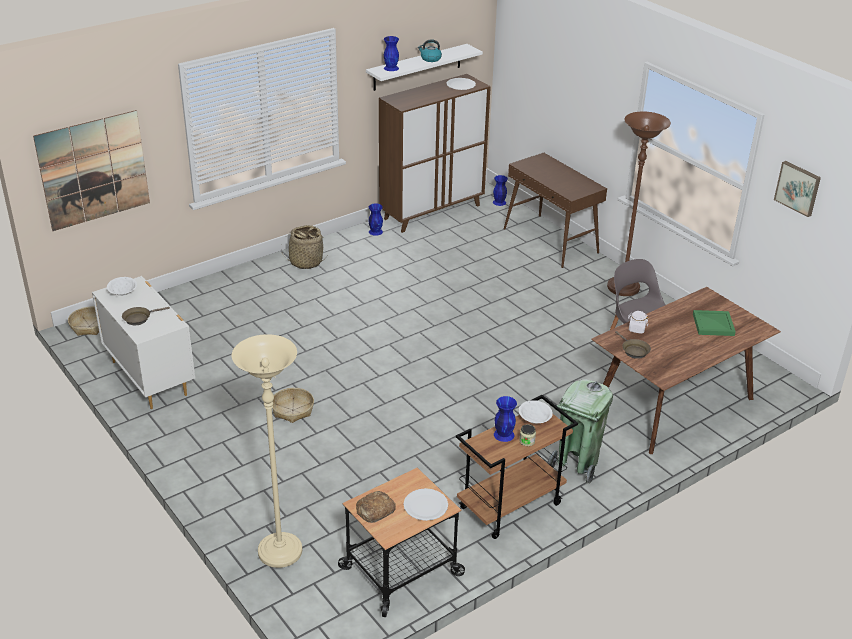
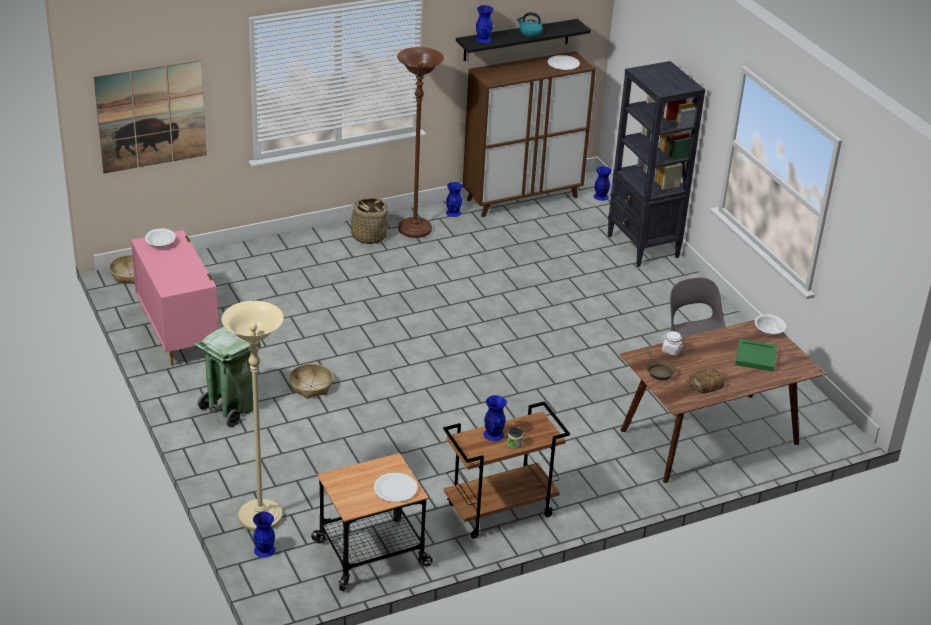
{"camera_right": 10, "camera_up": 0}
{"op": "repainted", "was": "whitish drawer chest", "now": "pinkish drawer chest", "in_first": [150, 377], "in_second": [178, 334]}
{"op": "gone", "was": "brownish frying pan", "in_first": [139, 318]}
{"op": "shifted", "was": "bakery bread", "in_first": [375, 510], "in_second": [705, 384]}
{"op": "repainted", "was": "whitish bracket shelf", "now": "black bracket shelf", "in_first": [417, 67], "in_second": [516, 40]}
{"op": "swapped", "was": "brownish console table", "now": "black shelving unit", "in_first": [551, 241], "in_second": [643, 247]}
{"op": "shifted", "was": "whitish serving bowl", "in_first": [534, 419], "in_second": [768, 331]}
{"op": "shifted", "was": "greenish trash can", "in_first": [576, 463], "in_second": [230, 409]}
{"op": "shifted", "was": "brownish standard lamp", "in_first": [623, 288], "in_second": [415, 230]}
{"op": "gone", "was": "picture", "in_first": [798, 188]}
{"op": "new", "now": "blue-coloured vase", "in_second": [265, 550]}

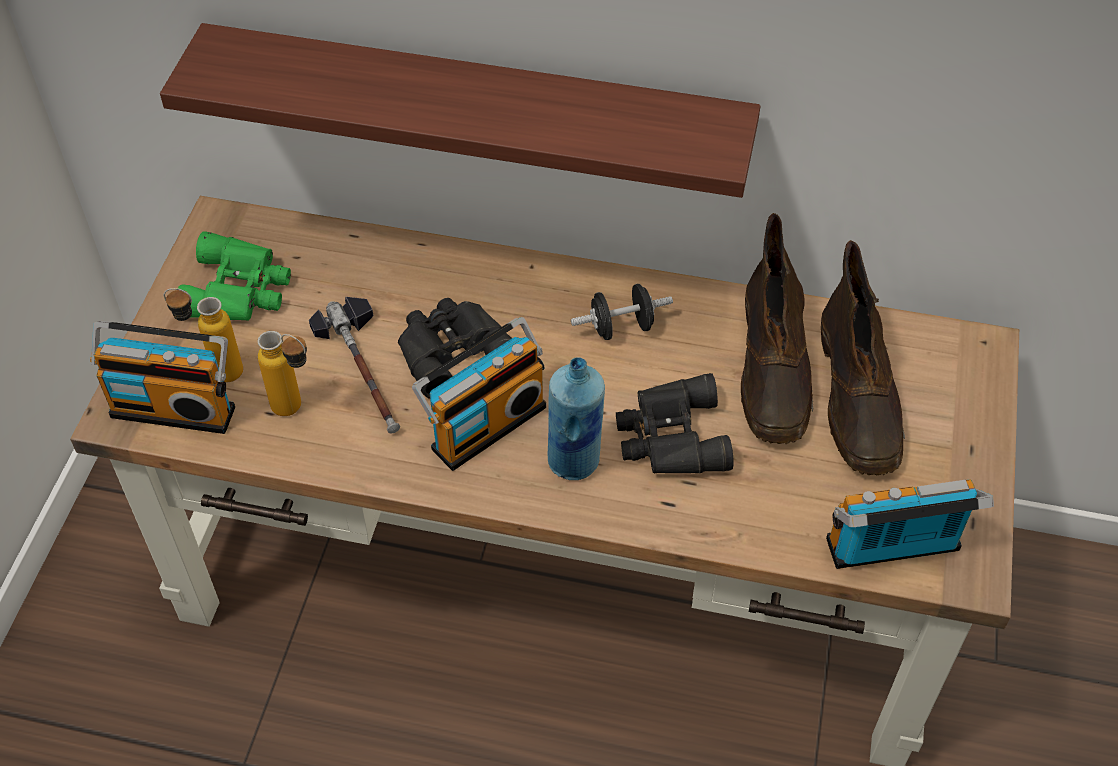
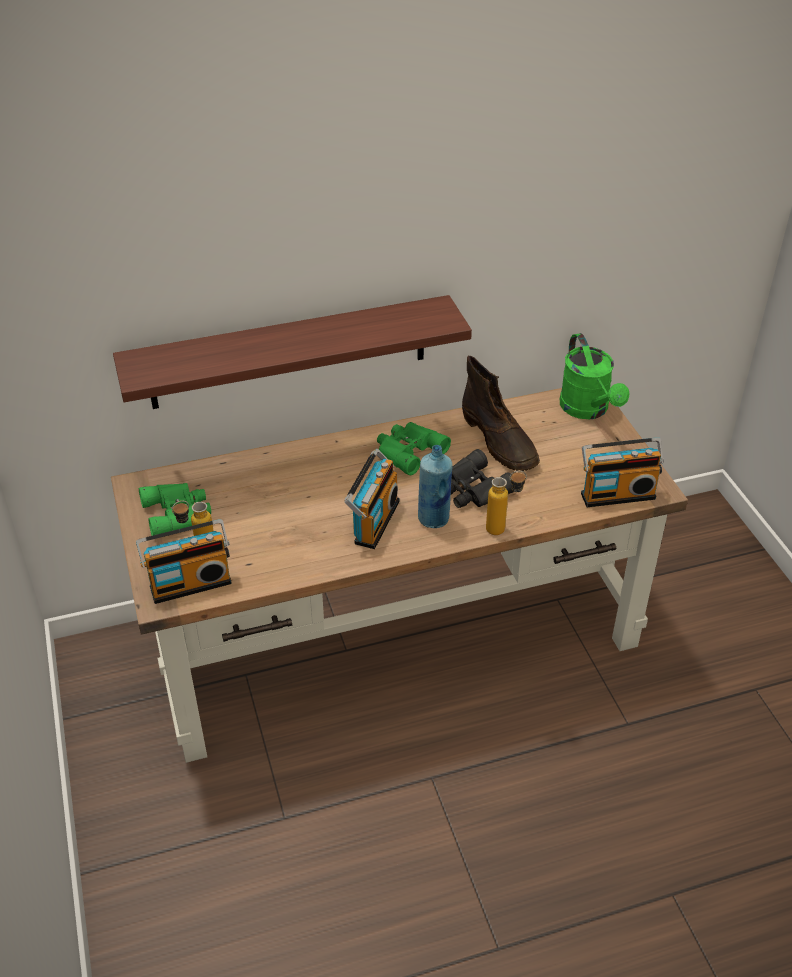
{"camera_right": -30, "camera_up": -10}
{"op": "shifted", "was": "bottle", "in_first": [297, 410], "in_second": [503, 529]}
{"op": "gone", "was": "hammer", "in_first": [365, 370]}
{"op": "gone", "was": "black binoculars", "in_first": [451, 349]}
{"op": "swapped", "was": "black free weight", "now": "greenish binoculars", "in_first": [621, 327], "in_second": [407, 451]}
{"op": "gone", "was": "brownish tall boot", "in_first": [858, 399]}
{"op": "rotated", "was": "radio set", "in_first": [894, 550], "in_second": [617, 494], "clockwise": -150}
{"op": "new", "now": "greenish watering pot", "in_second": [588, 410]}

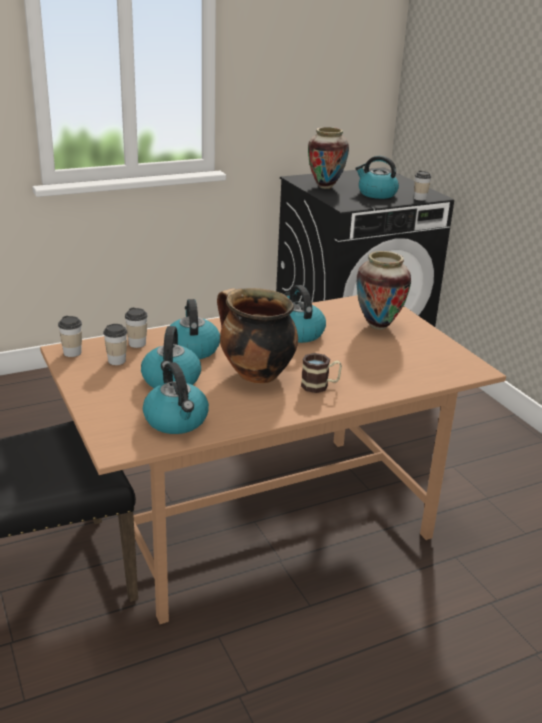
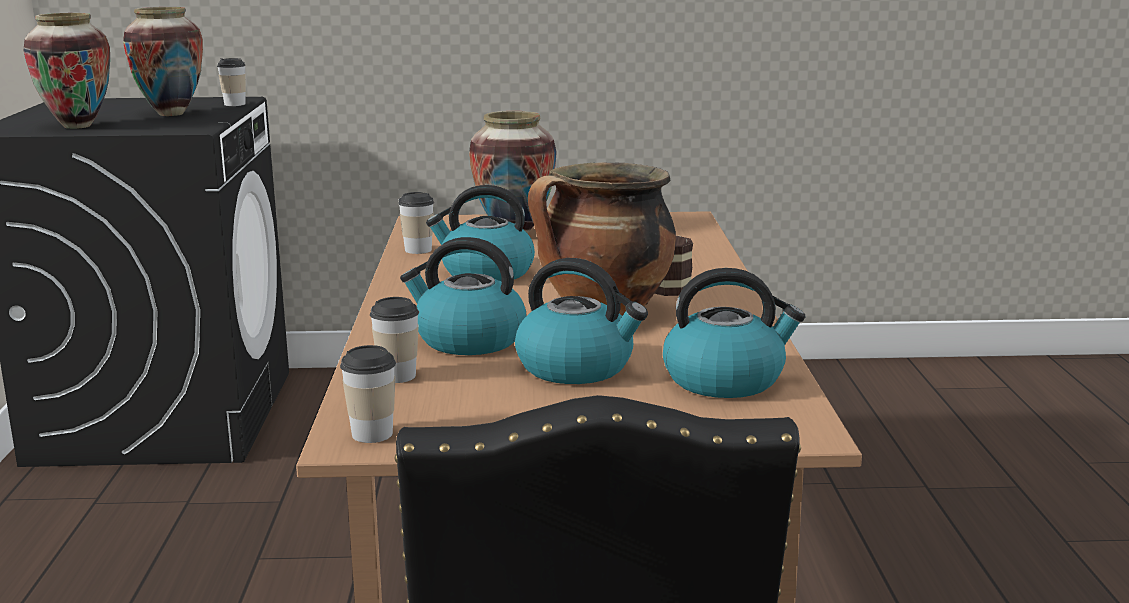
{"camera_right": -65, "camera_up": -10}
{"op": "shifted", "was": "drinking cup", "in_first": [117, 361], "in_second": [418, 250]}
{"op": "swapped", "was": "tea kettle", "now": "vase", "in_first": [376, 194], "in_second": [171, 114]}

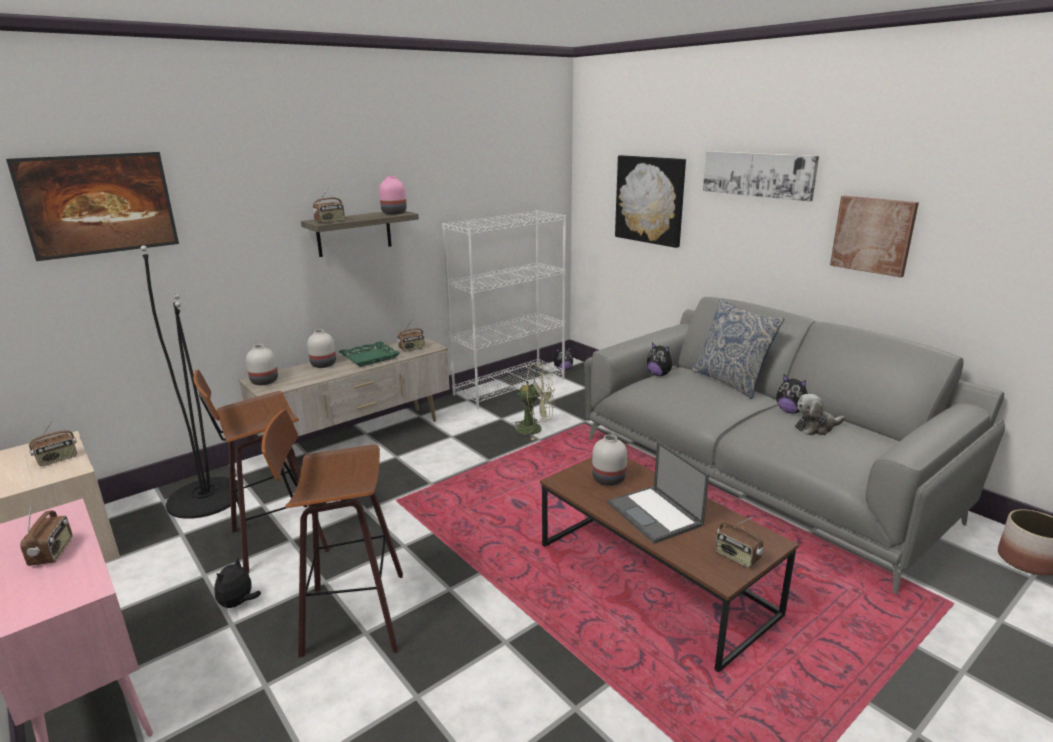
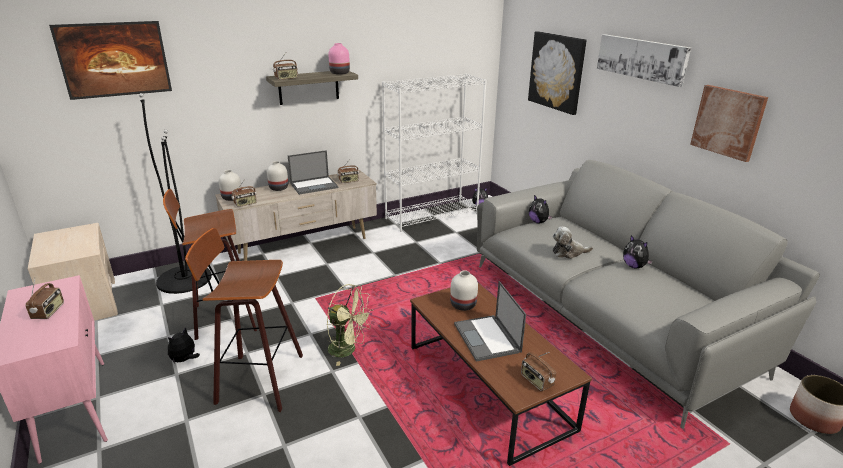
{"camera_right": 10, "camera_up": 5}
{"op": "shifted", "was": "radio set", "in_first": [57, 459], "in_second": [245, 204]}
{"op": "swapped", "was": "greenish tray", "now": "notebook computer", "in_first": [369, 357], "in_second": [314, 185]}
{"op": "shifted", "was": "greenish fan", "in_first": [535, 429], "in_second": [348, 350]}
{"op": "gone", "was": "throw pillow", "in_first": [731, 382]}
{"op": "shifted", "was": "plush toy", "in_first": [816, 427], "in_second": [568, 252]}

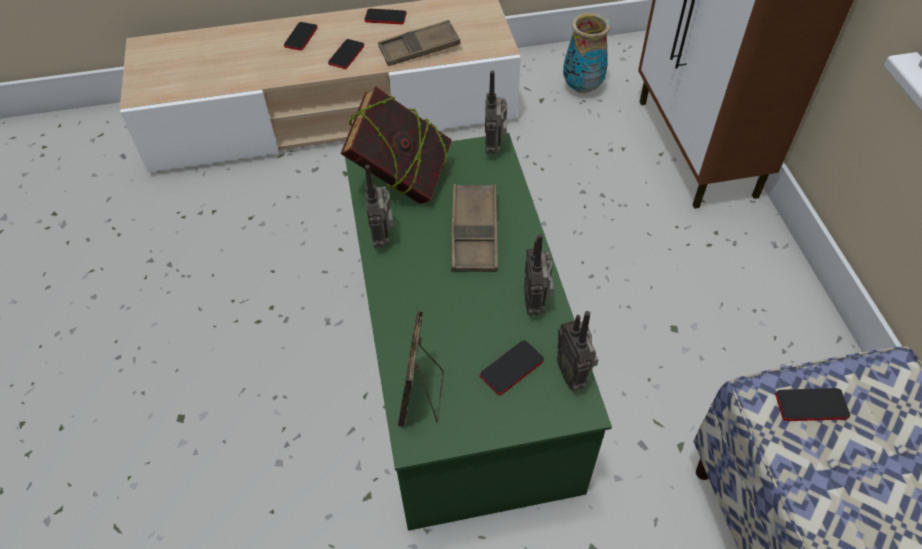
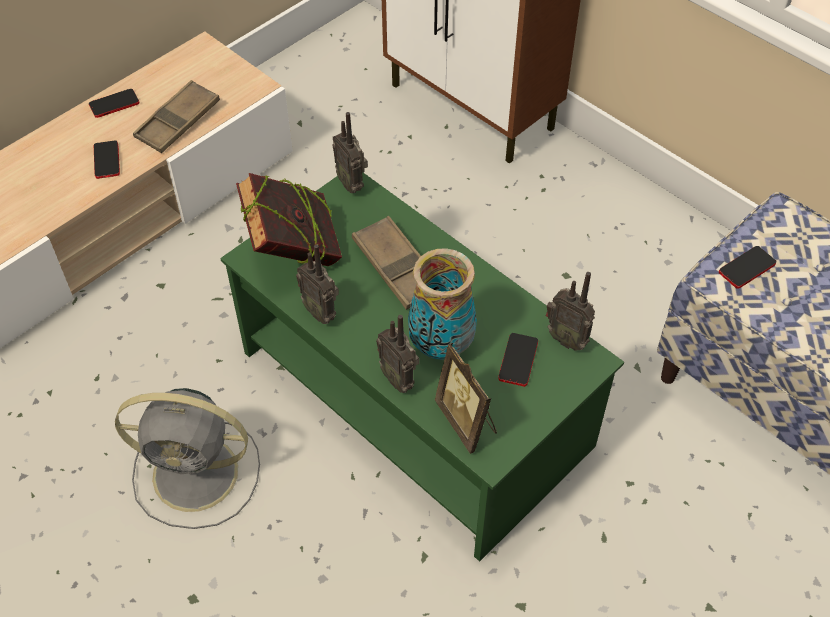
{"camera_right": -35, "camera_up": 0}
{"op": "gone", "was": "telephone", "in_first": [301, 37]}
{"op": "shifted", "was": "radio set", "in_first": [536, 303], "in_second": [399, 378]}
{"op": "shifted", "was": "vase", "in_first": [581, 87], "in_second": [440, 345]}
{"op": "new", "now": "gray fan", "in_second": [199, 474]}

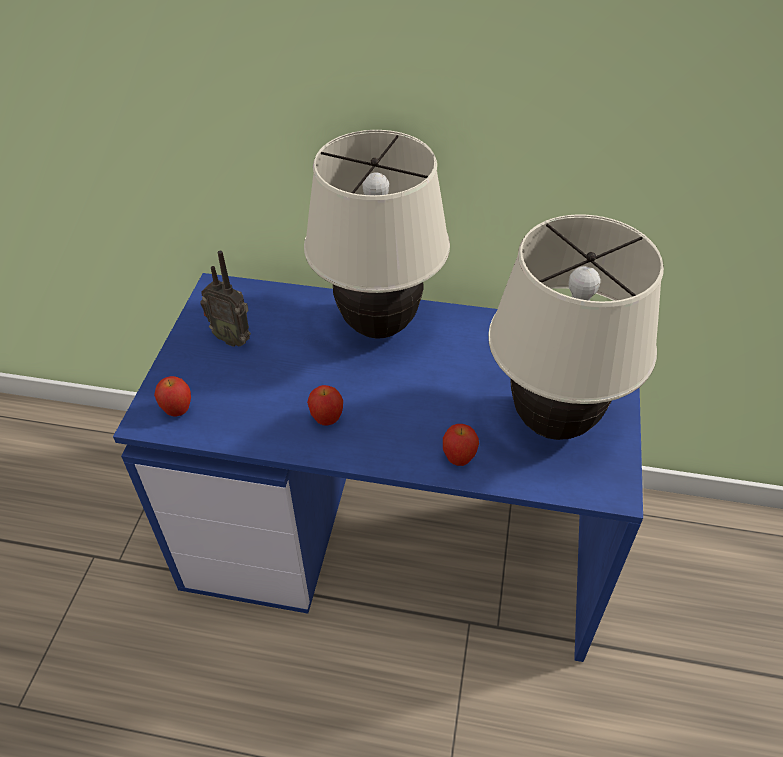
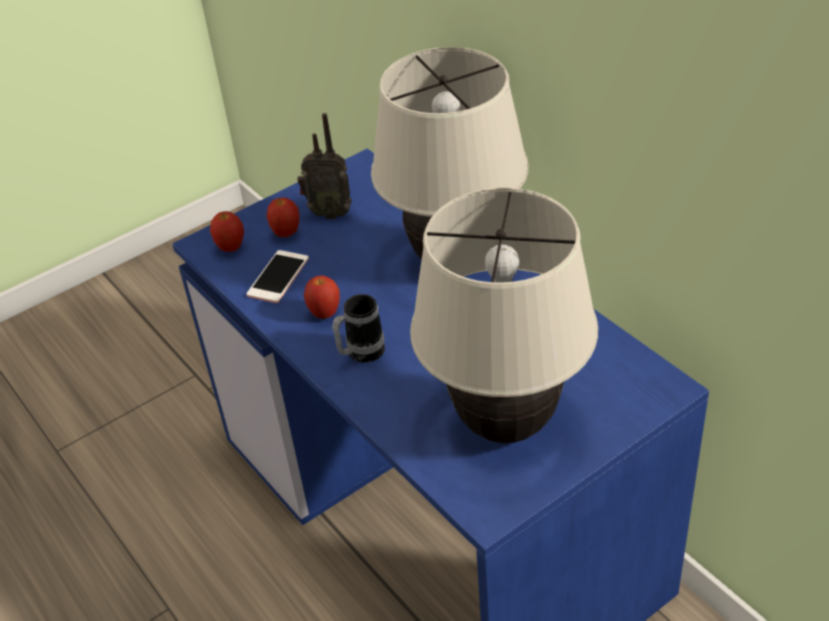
{"camera_right": 45, "camera_up": -5}
{"op": "rotated", "was": "radio set", "in_first": [233, 338], "in_second": [329, 213], "clockwise": -60}
{"op": "shifted", "was": "whole apple", "in_first": [459, 458], "in_second": [286, 234]}
{"op": "new", "now": "telephone", "in_second": [278, 277]}
{"op": "new", "now": "mug", "in_second": [360, 354]}

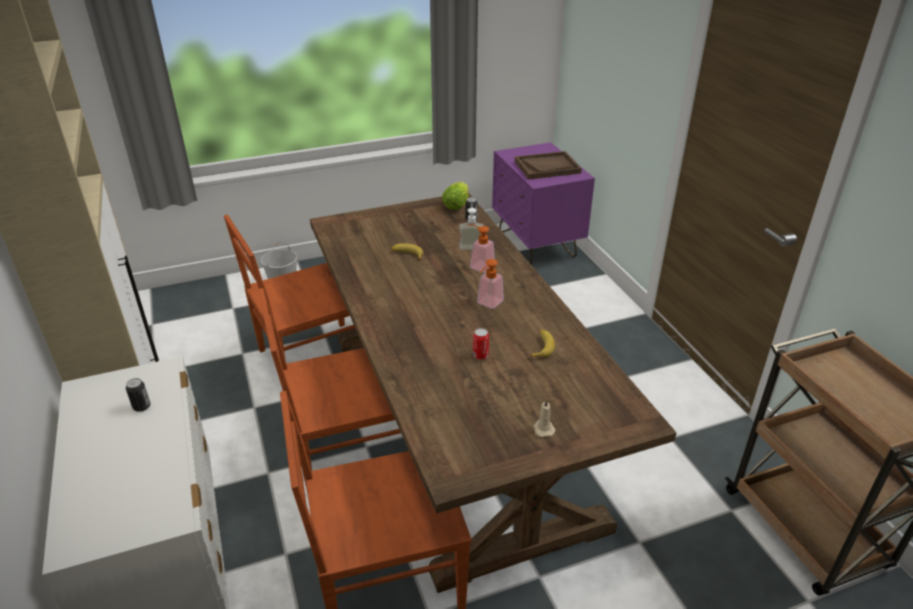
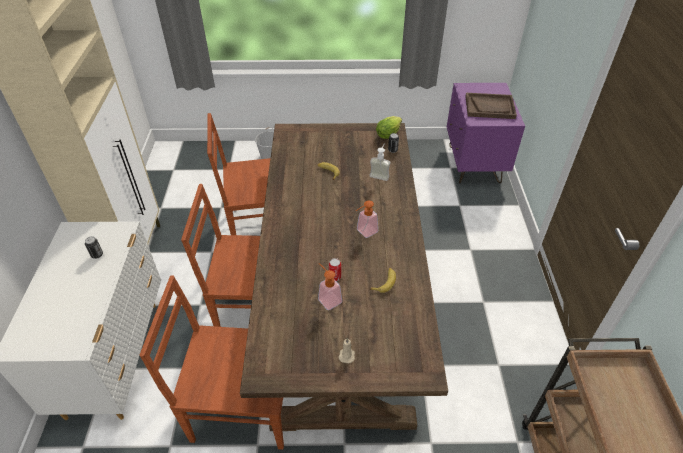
{"camera_right": 20, "camera_up": 10}
{"op": "shifted", "was": "liquid soap bottle", "in_first": [478, 265], "in_second": [327, 298]}

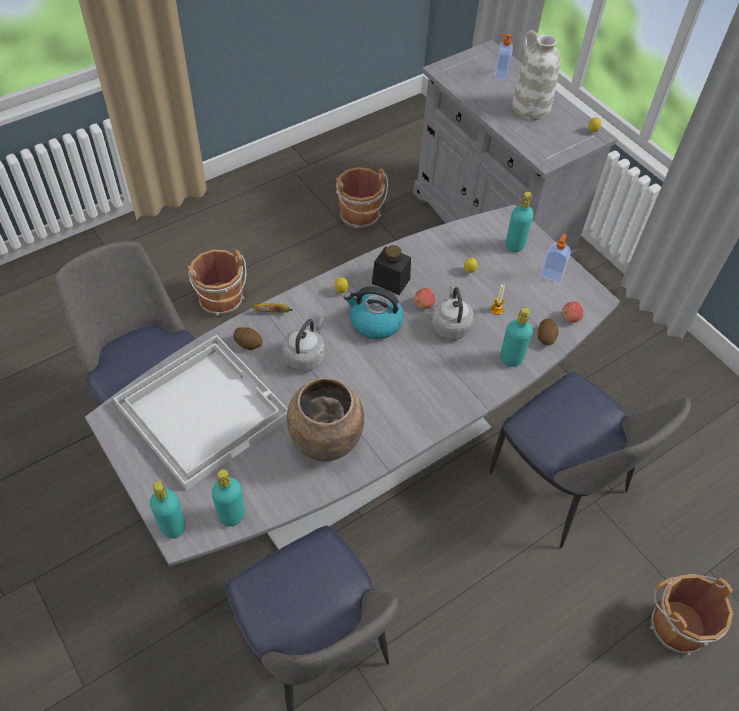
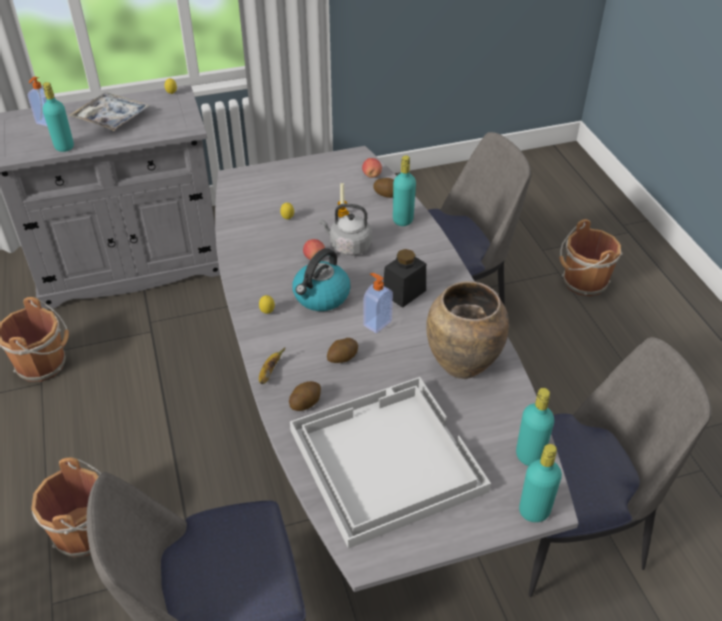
{"camera_right": -70, "camera_up": -10}
{"op": "swapped", "was": "gray tea kettle", "now": "potato", "in_first": [305, 356], "in_second": [342, 358]}
{"op": "shifted", "was": "black jar", "in_first": [391, 281], "in_second": [404, 292]}
{"op": "shifted", "was": "blue-green bottle", "in_first": [514, 245], "in_second": [64, 147]}
{"op": "swapped", "was": "whitish vase", "now": "tray", "in_first": [530, 108], "in_second": [111, 118]}
{"op": "shifted", "was": "liquid soap bottle", "in_first": [551, 274], "in_second": [376, 323]}

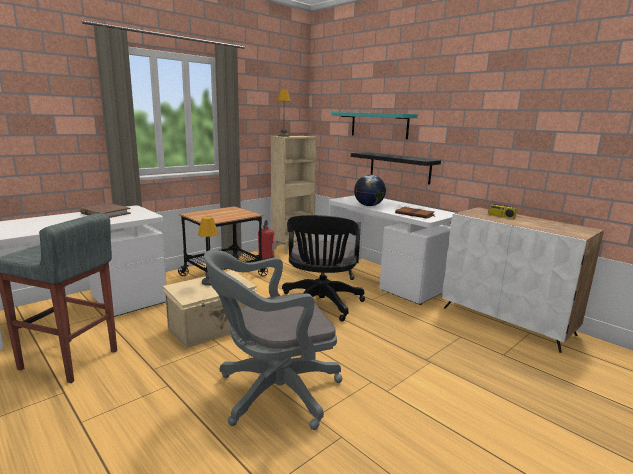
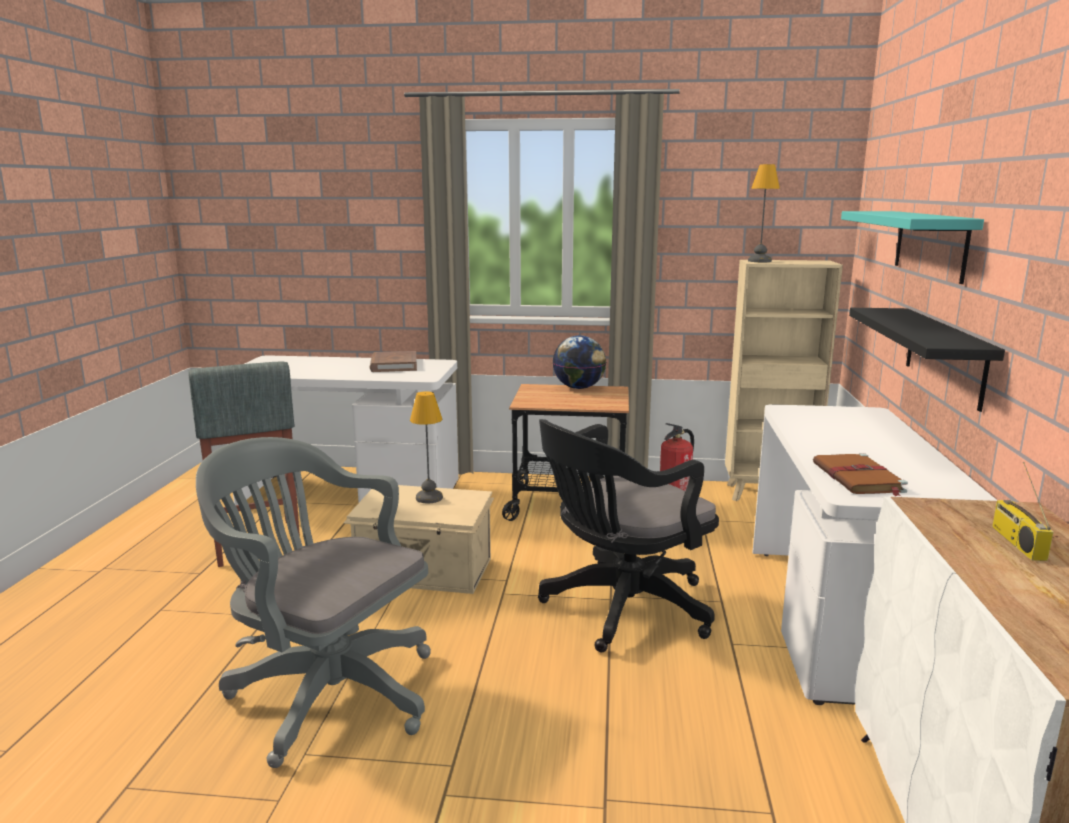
{"camera_right": 50, "camera_up": 0}
{"op": "shifted", "was": "desk globe", "in_first": [369, 205], "in_second": [579, 388]}

